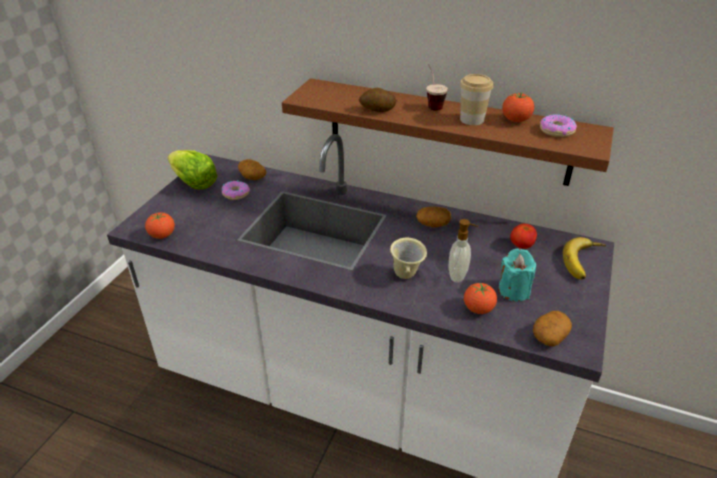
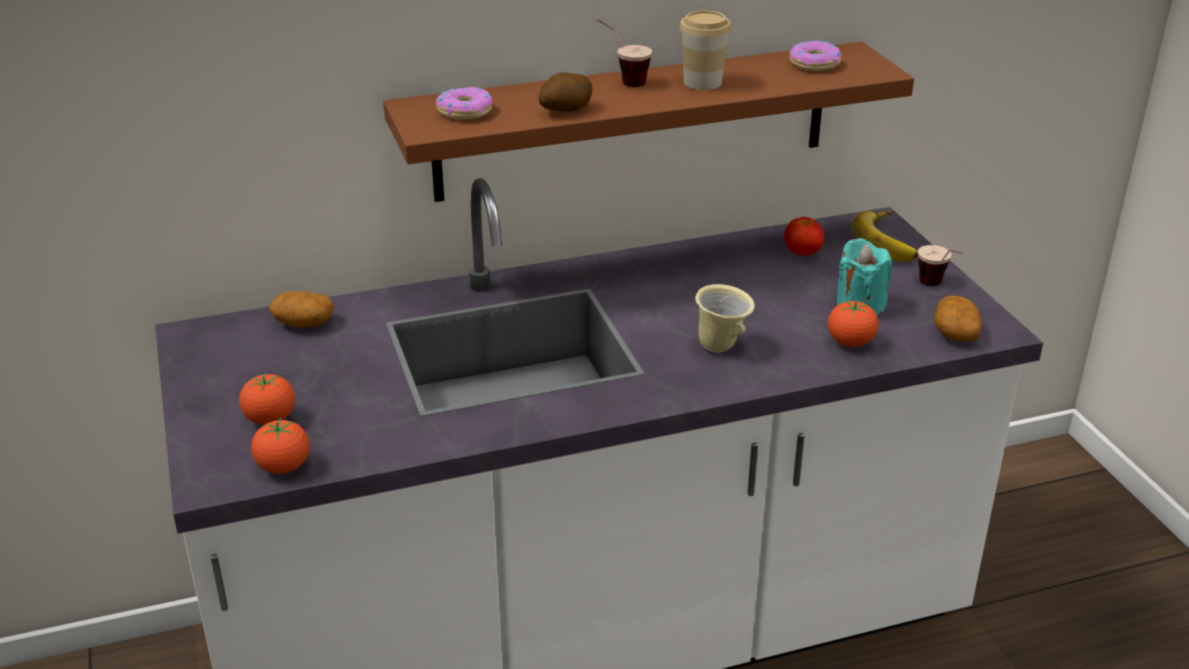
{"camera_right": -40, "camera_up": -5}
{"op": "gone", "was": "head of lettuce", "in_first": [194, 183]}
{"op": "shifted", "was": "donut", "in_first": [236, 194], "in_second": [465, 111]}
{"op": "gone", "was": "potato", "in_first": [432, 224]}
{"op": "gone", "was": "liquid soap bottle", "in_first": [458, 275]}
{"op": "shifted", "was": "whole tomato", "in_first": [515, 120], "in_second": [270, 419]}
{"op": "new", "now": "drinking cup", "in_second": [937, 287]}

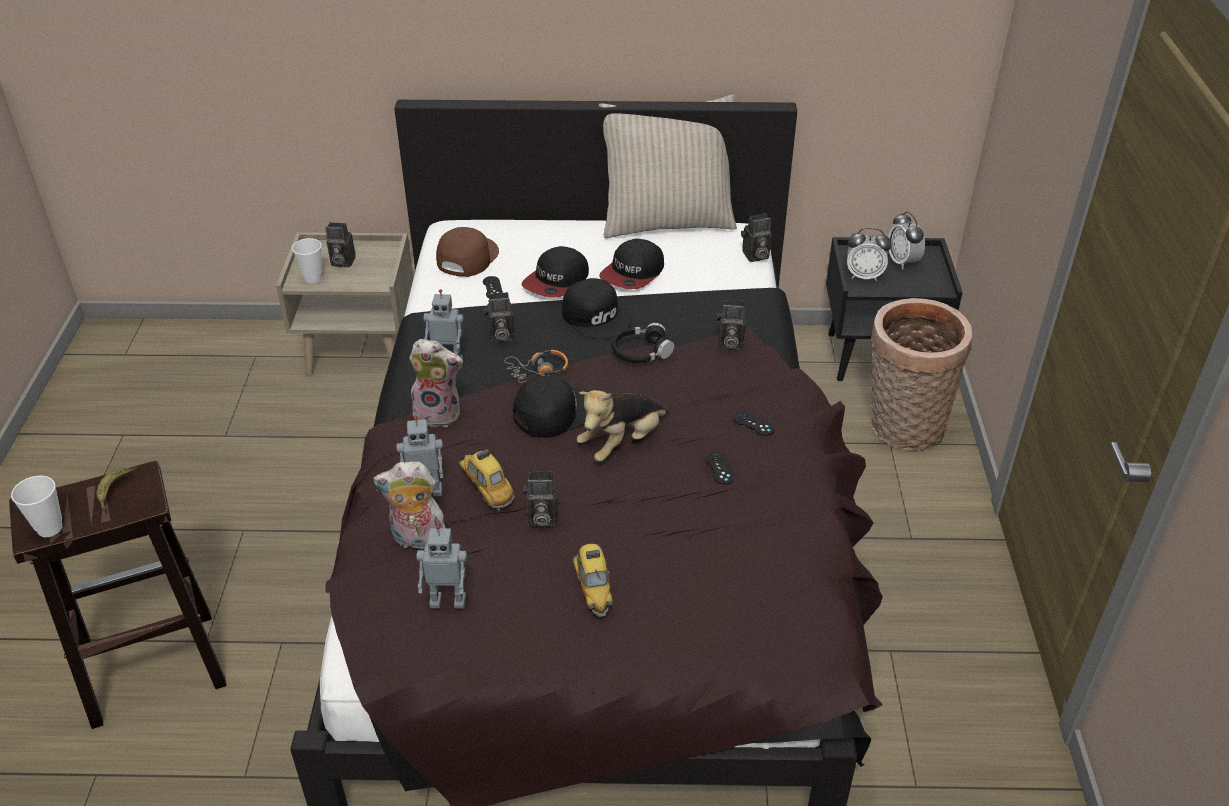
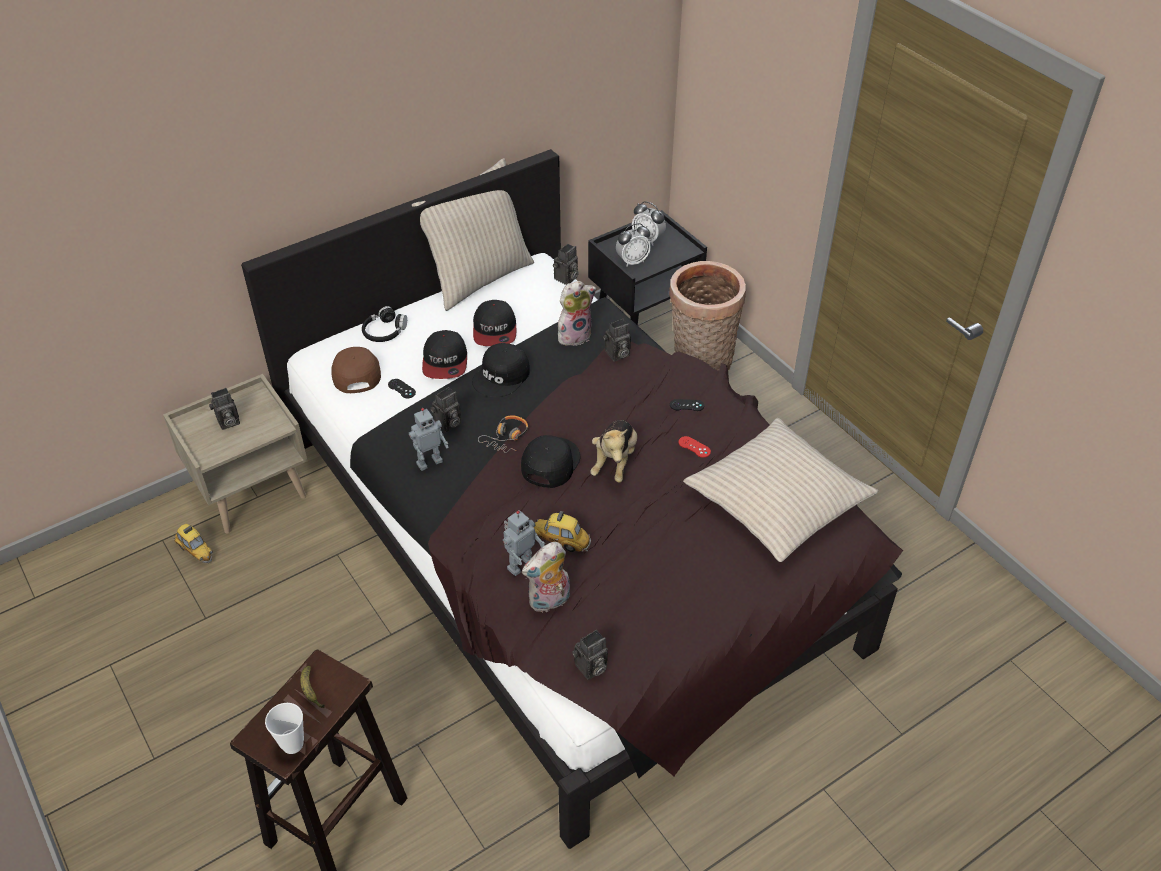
{"camera_right": -35, "camera_up": 5}
{"op": "gone", "was": "drinking cup", "in_first": [313, 278]}
{"op": "shifted", "was": "plush toy", "in_first": [439, 413], "in_second": [574, 335]}
{"op": "gone", "was": "model robot", "in_first": [448, 600]}
{"op": "shifted", "was": "still camera", "in_first": [541, 518], "in_second": [590, 668]}
{"op": "rotated", "was": "black cap", "in_first": [596, 316], "in_second": [502, 376], "clockwise": 105}
{"op": "shifted", "was": "model car", "in_first": [593, 589], "in_second": [195, 550]}
{"op": "shifted", "was": "black headset", "in_first": [641, 352], "in_second": [384, 331]}
{"op": "repainted", "was": "black game controller", "now": "red game controller", "in_first": [720, 468], "in_second": [694, 447]}
{"op": "new", "now": "sand-coloured throw pillow", "in_second": [777, 501]}

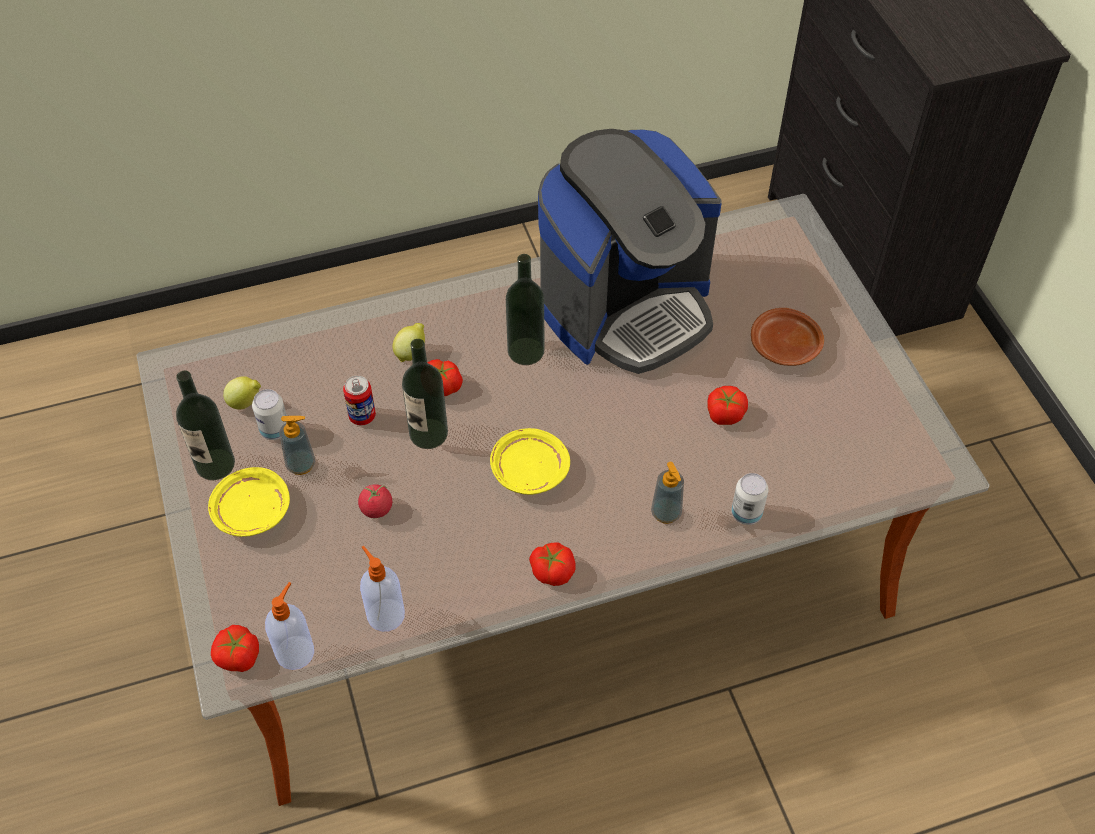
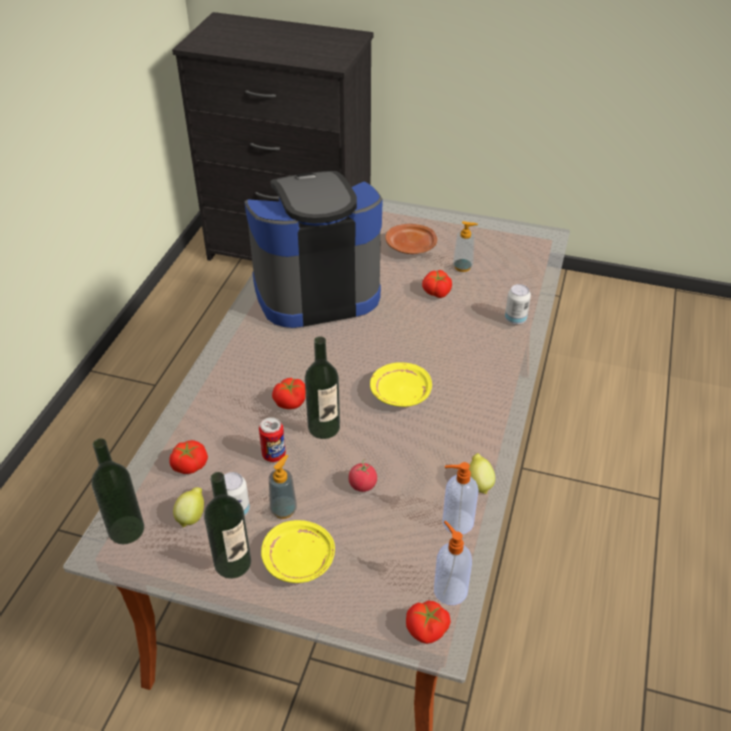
{"camera_right": -55, "camera_up": -10}
{"op": "shifted", "was": "whole lemon", "in_first": [411, 353], "in_second": [478, 483]}
{"op": "shifted", "was": "bottle", "in_first": [526, 351], "in_second": [126, 530]}
{"op": "shifted", "was": "whole tomato", "in_first": [552, 570], "in_second": [189, 464]}
{"op": "rotated", "was": "coffee brewer", "in_first": [626, 307], "in_second": [316, 290], "clockwise": -105}
{"op": "shifted", "was": "liquid soap bottle", "in_first": [666, 513], "in_second": [462, 267]}

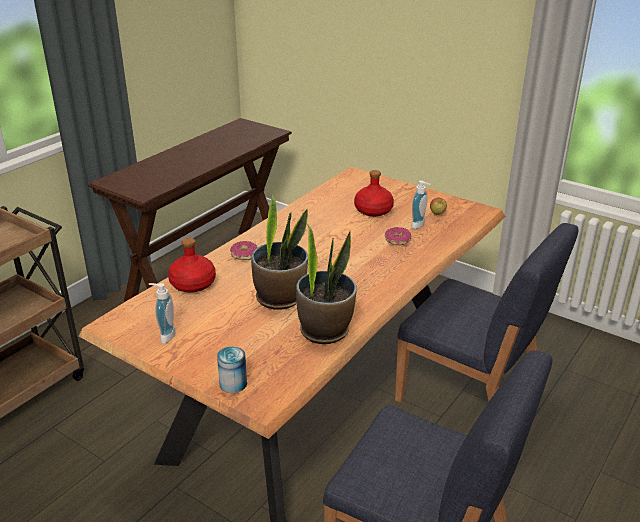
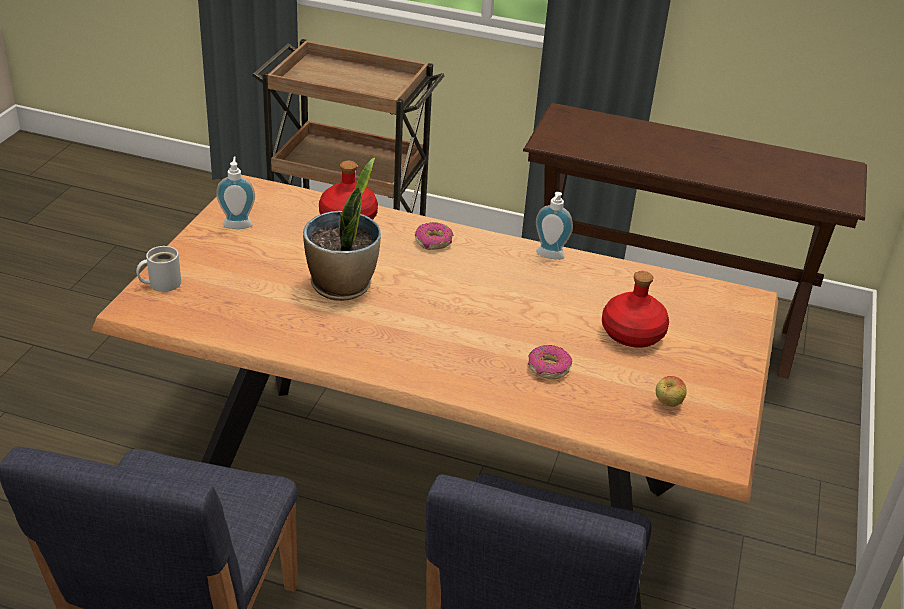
{"camera_right": 70, "camera_up": 5}
{"op": "swapped", "was": "metal can", "now": "whitish mug", "in_first": [233, 384], "in_second": [161, 283]}
{"op": "gone", "was": "potted plant", "in_first": [325, 330]}
{"op": "shifted", "was": "liquid soap bottle", "in_first": [420, 226], "in_second": [549, 256]}

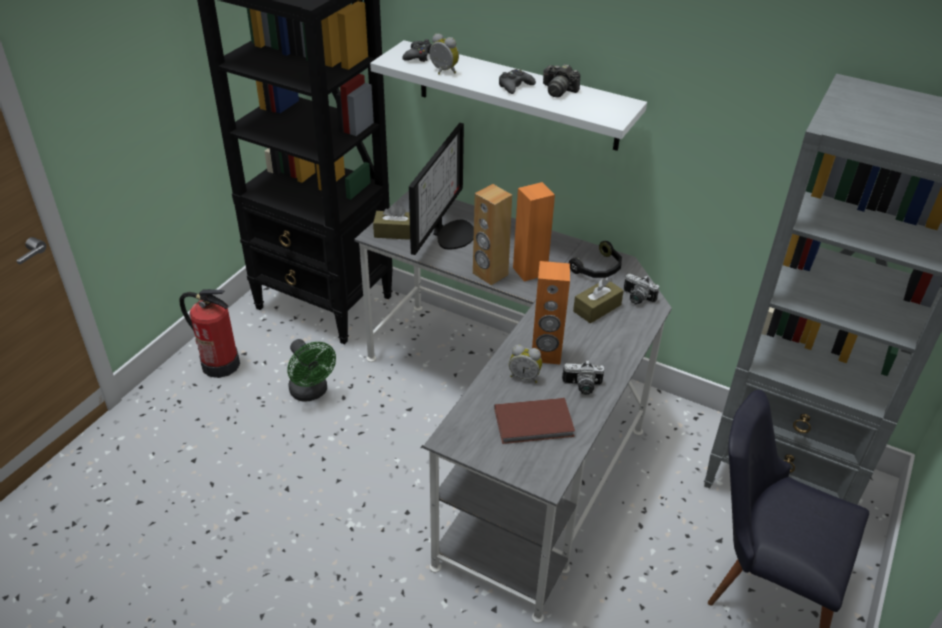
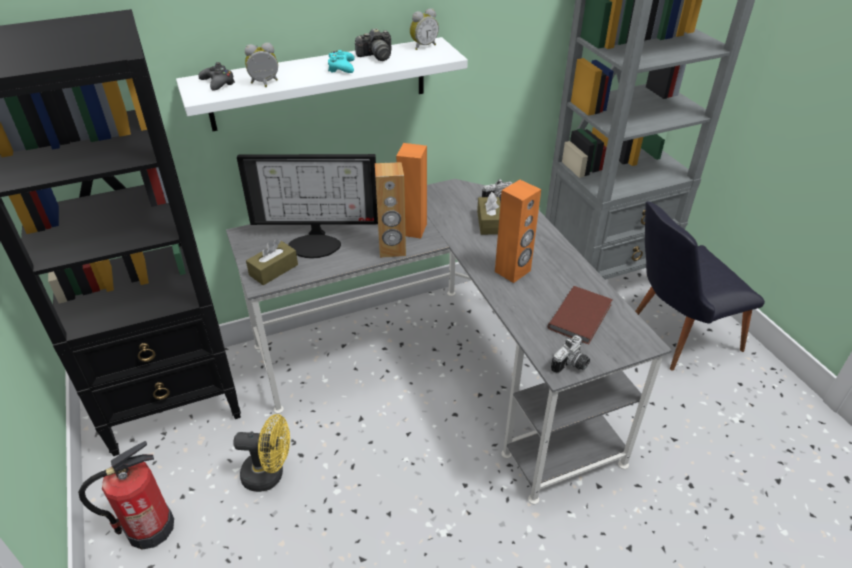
{"camera_right": -50, "camera_up": 0}
{"op": "repainted", "was": "greenish fan", "now": "yellow fan", "in_first": [311, 392], "in_second": [270, 474]}
{"op": "rotated", "was": "computer display", "in_first": [450, 233], "in_second": [316, 242], "clockwise": 120}
{"op": "repainted", "was": "black game controller", "now": "blue-green game controller", "in_first": [515, 86], "in_second": [341, 67]}
{"op": "shifted", "was": "bedside clock", "in_first": [524, 376], "in_second": [423, 46]}
{"op": "shifted", "was": "still camera", "in_first": [582, 387], "in_second": [571, 365]}
{"op": "gone", "was": "black headset", "in_first": [598, 269]}

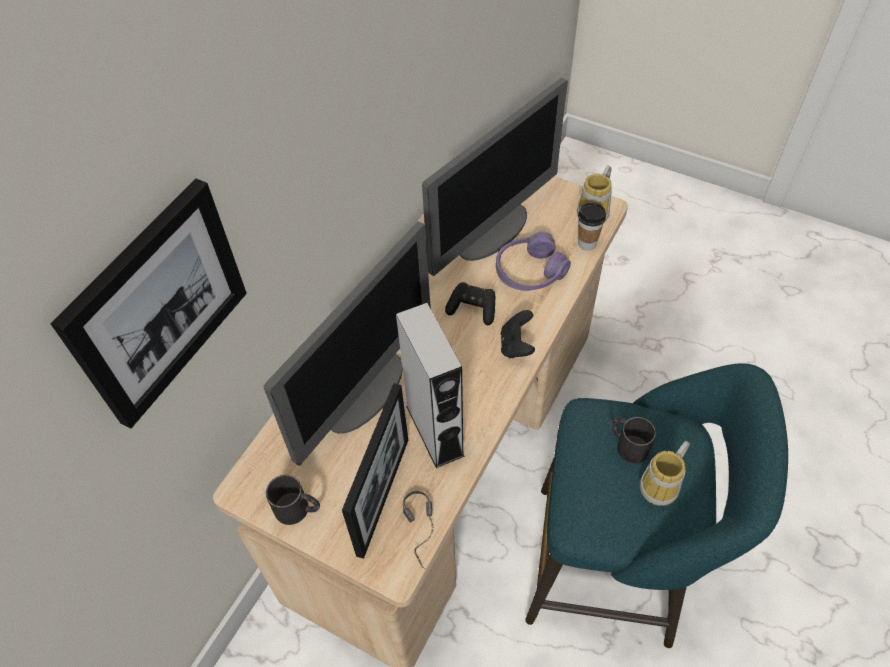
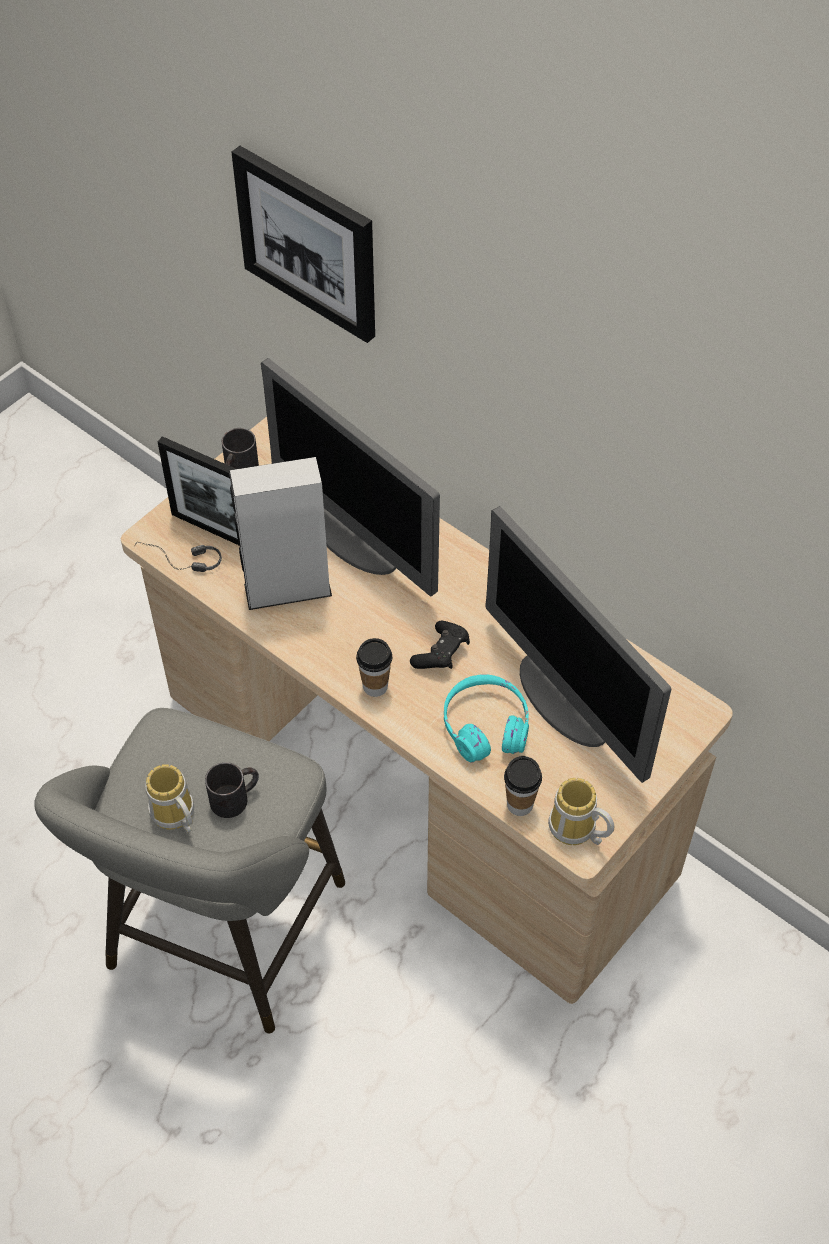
{"camera_right": 100, "camera_up": 0}
{"op": "repainted", "was": "purple-coloured headset", "now": "blue-green headset", "in_first": [529, 271], "in_second": [485, 726]}
{"op": "swapped", "was": "black game controller", "now": "drinking cup", "in_first": [516, 345], "in_second": [375, 686]}
{"op": "repainted", "was": "blue-green stool", "now": "gray stool", "in_first": [614, 566], "in_second": [220, 937]}

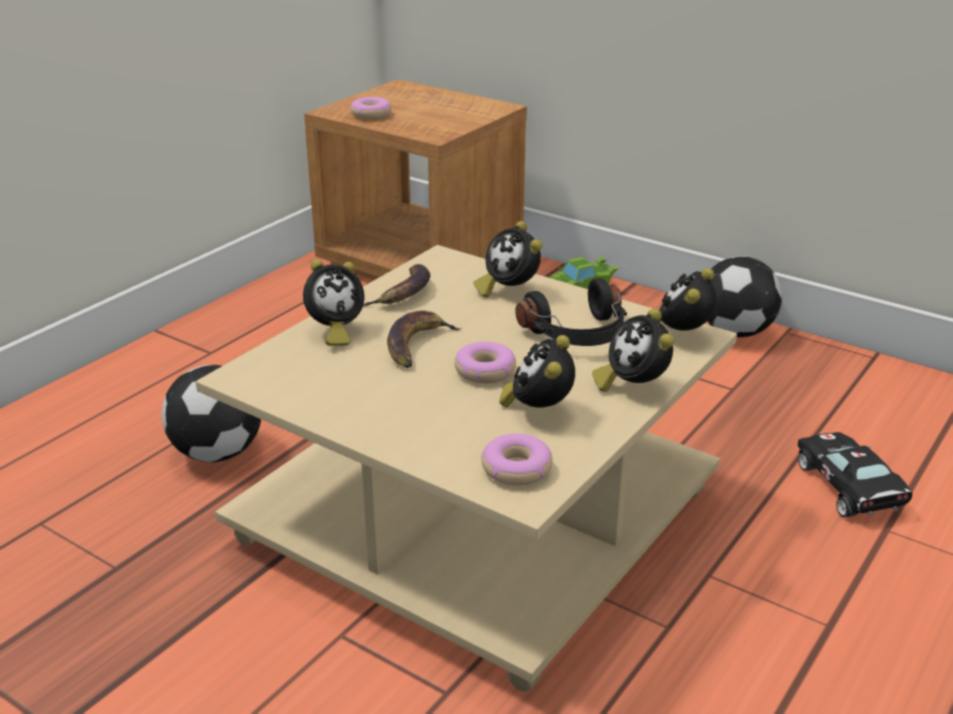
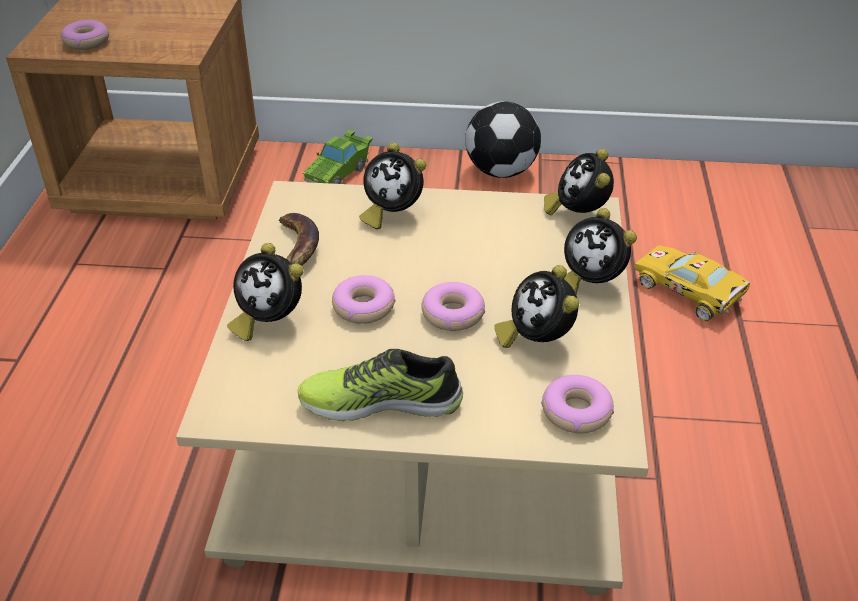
{"camera_right": -30, "camera_up": 10}
{"op": "gone", "was": "ball for football", "in_first": [218, 452]}
{"op": "rotated", "was": "bedside clock", "in_first": [334, 332], "in_second": [269, 321], "clockwise": 90}
{"op": "swapped", "was": "banana", "now": "donut", "in_first": [417, 345], "in_second": [364, 307]}
{"op": "gone", "was": "black headset", "in_first": [578, 335]}
{"op": "repainted", "was": "black model car", "now": "yellow model car", "in_first": [850, 489], "in_second": [691, 293]}
{"op": "new", "now": "low shoe", "in_second": [381, 400]}

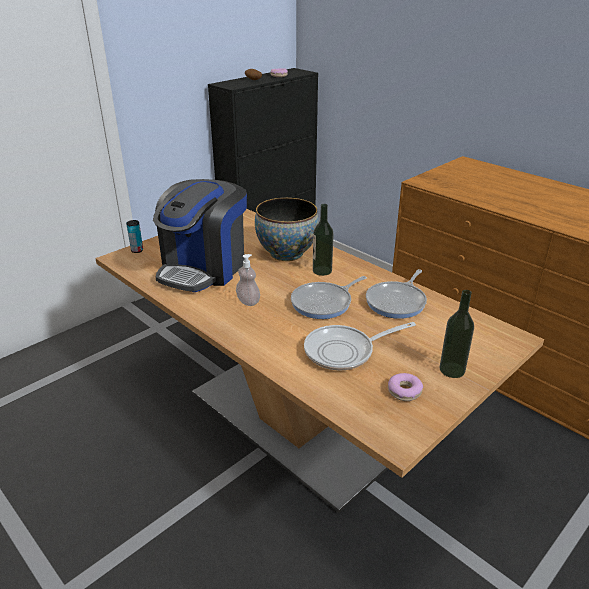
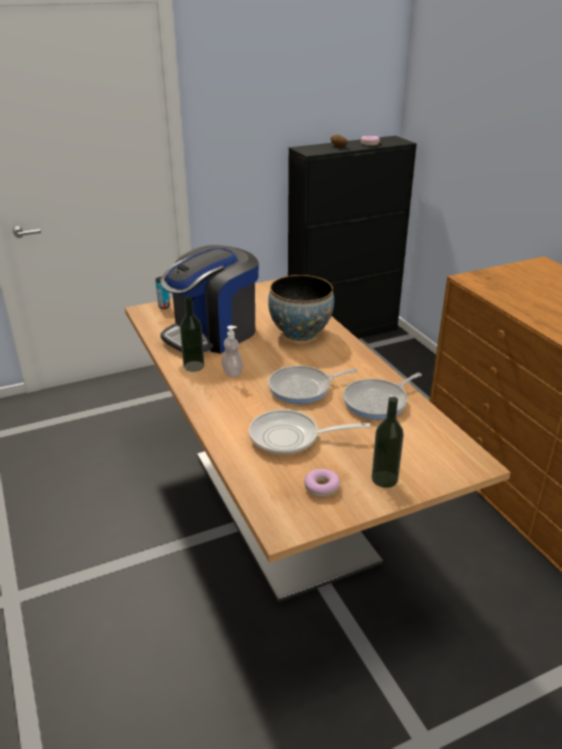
{"camera_right": 20, "camera_up": 0}
{"op": "shifted", "was": "bottle", "in_first": [322, 270], "in_second": [193, 366]}

